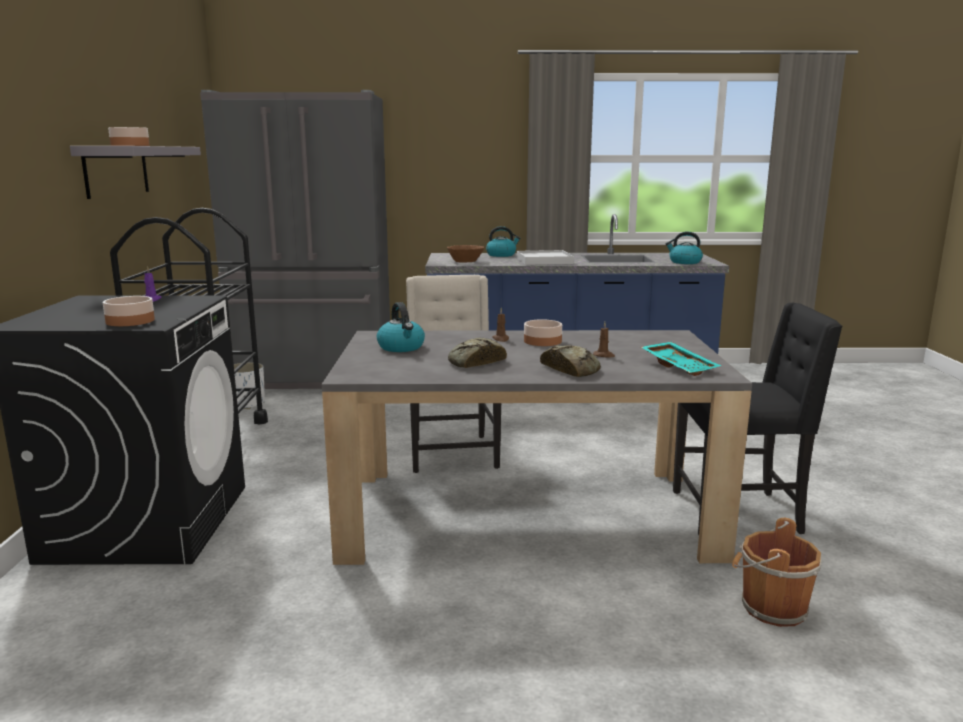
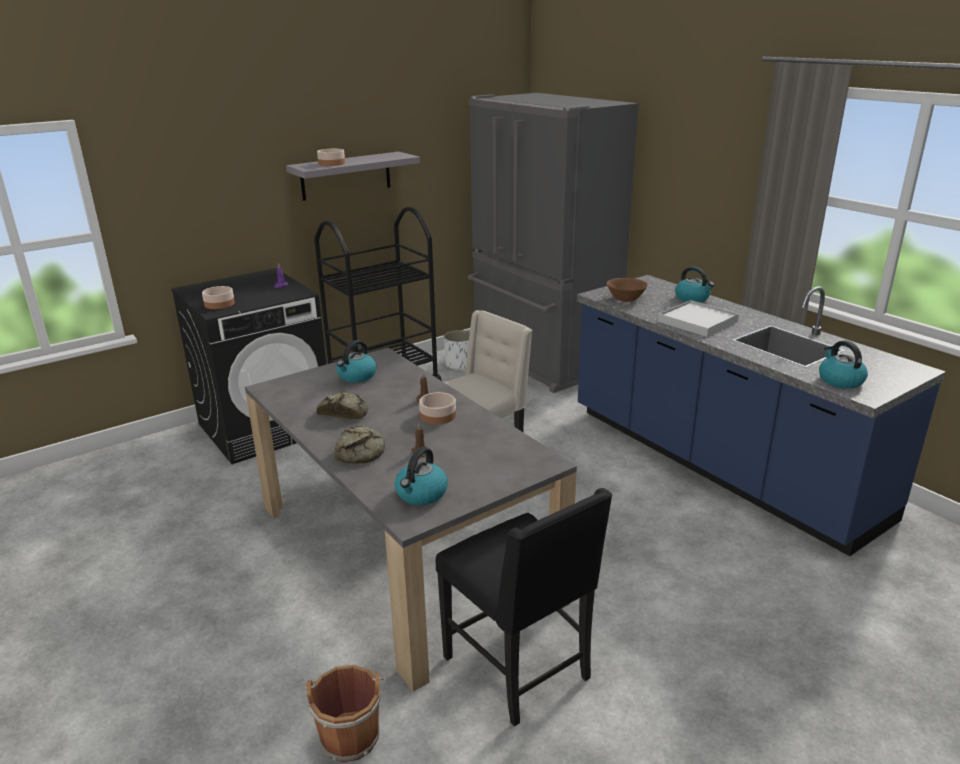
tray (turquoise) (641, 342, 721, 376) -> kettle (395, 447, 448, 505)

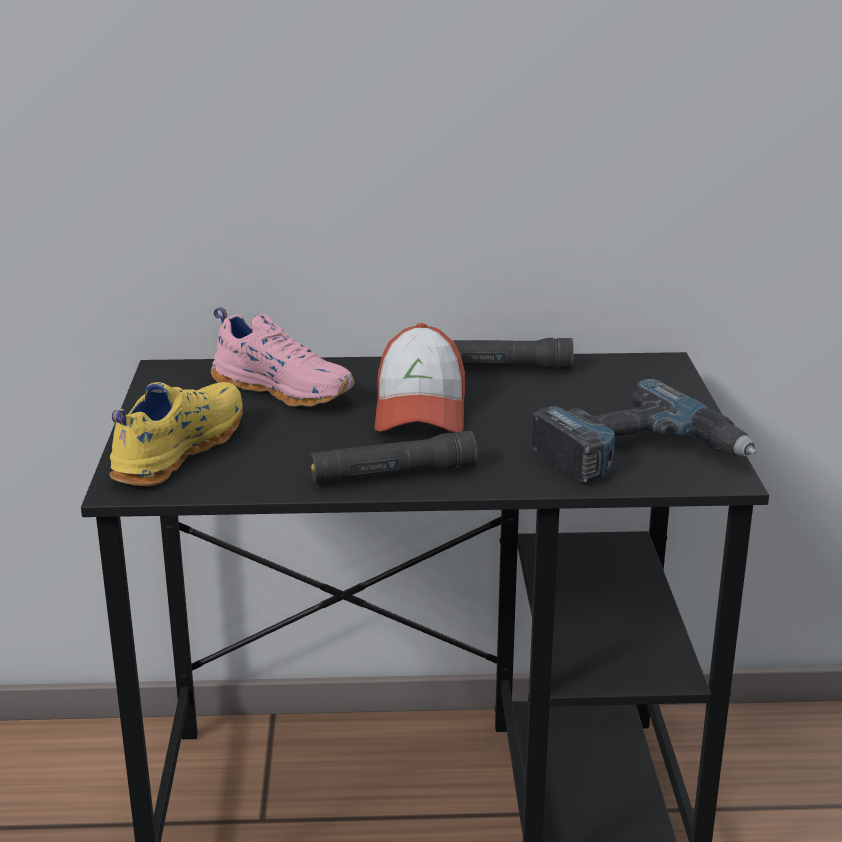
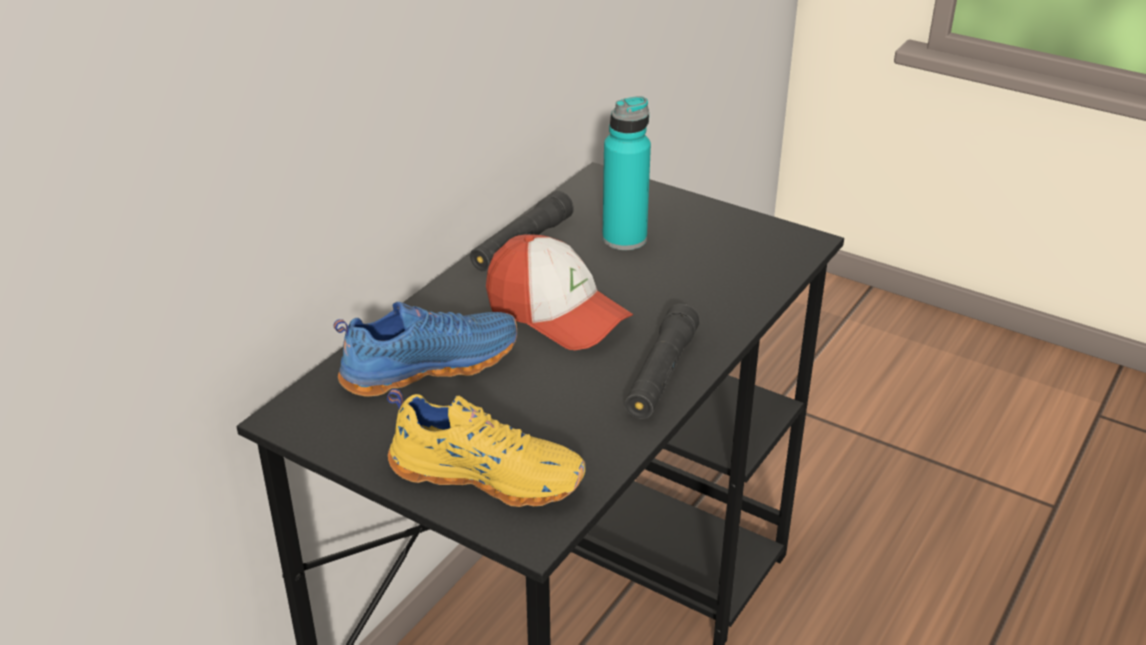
shoe (pink) (211, 307, 354, 407) -> shoe (blue) (334, 302, 517, 397)
shoe (yellow) (109, 382, 243, 486) -> shoe (yellow) (387, 389, 585, 507), 135 degrees clockwise
none -> bottle (turquoise) (602, 96, 651, 250)
power drill (532, 379, 756, 483) -> none

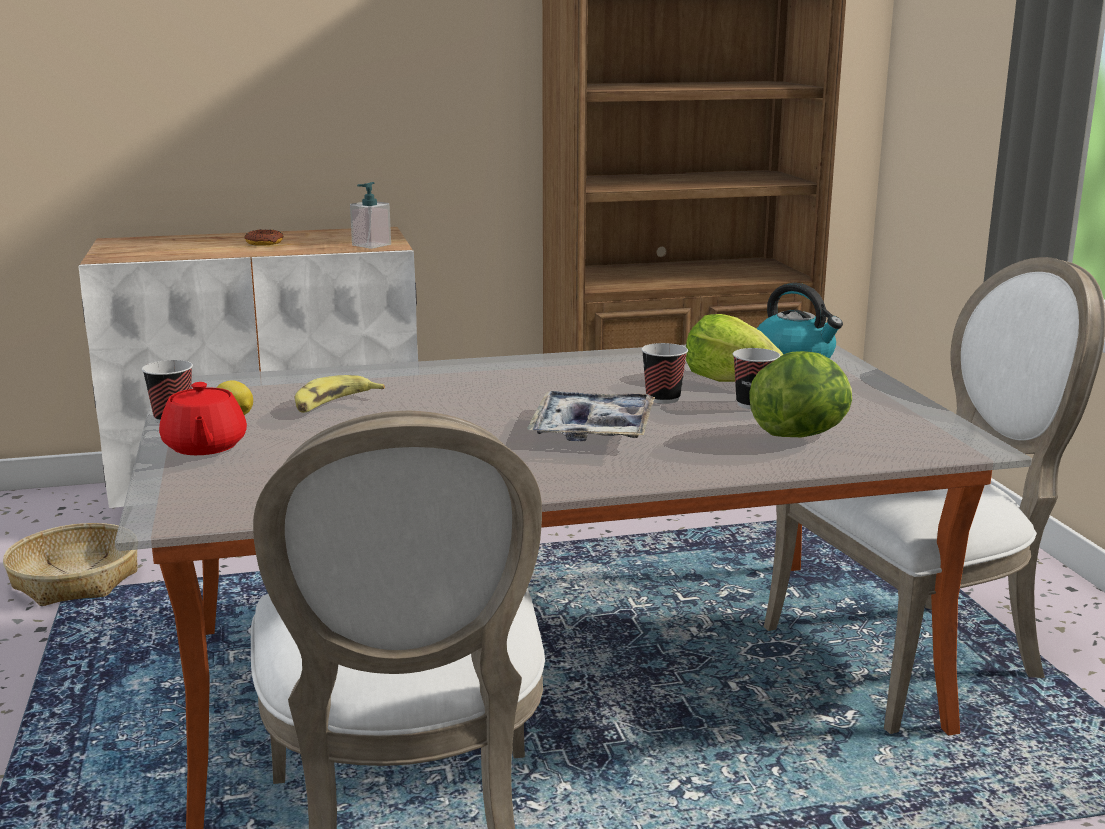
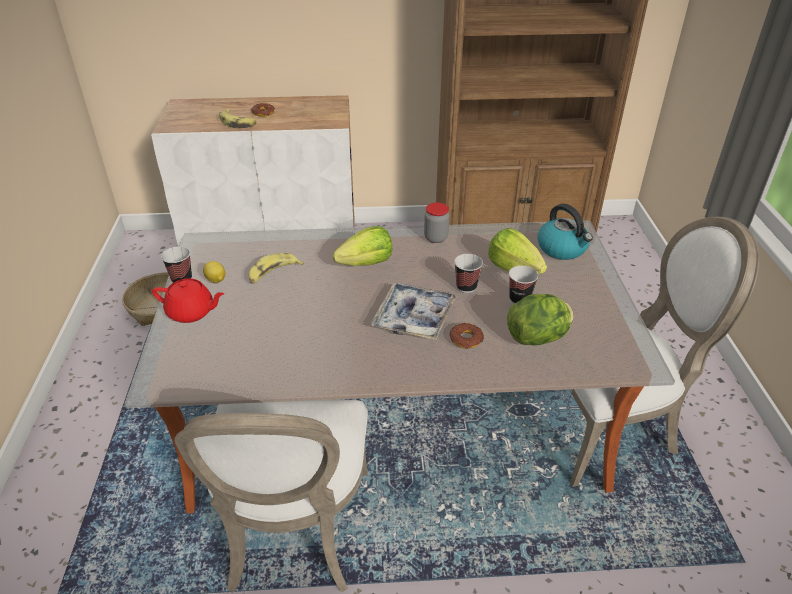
teapot (red) (159, 382, 247, 455) -> teapot (red) (152, 278, 224, 323), 75 degrees counterclockwise
none -> banana (219, 108, 257, 128)
none -> lettuce (333, 226, 392, 266)
none -> jar (424, 202, 450, 243)
none -> donut (450, 323, 484, 349)
soap dispenser (350, 182, 391, 249) -> none

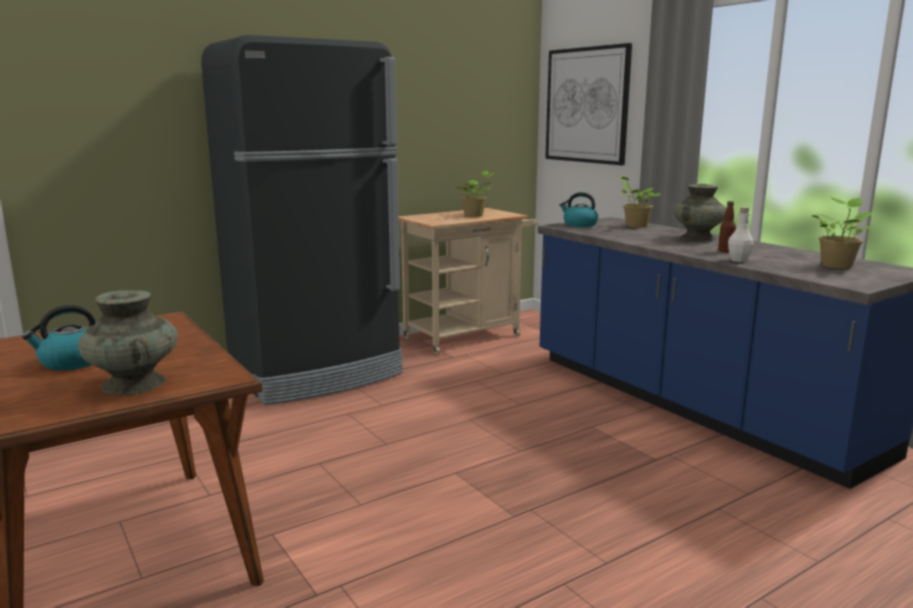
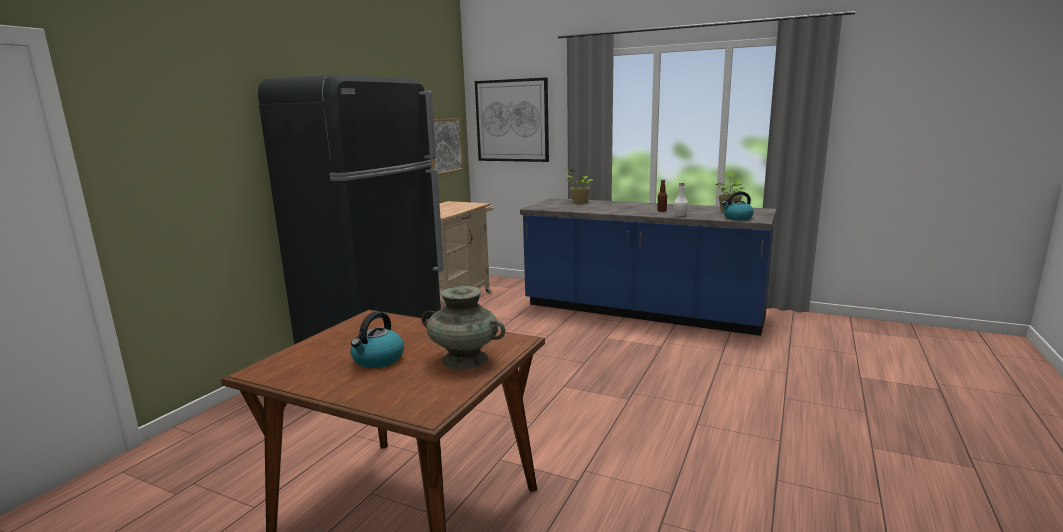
none -> picture (431, 118, 464, 175)
kettle (560, 192, 598, 227) -> kettle (721, 191, 754, 220), move
potted plant (456, 171, 495, 217) -> none
vase (turquoise) (673, 183, 727, 241) -> none

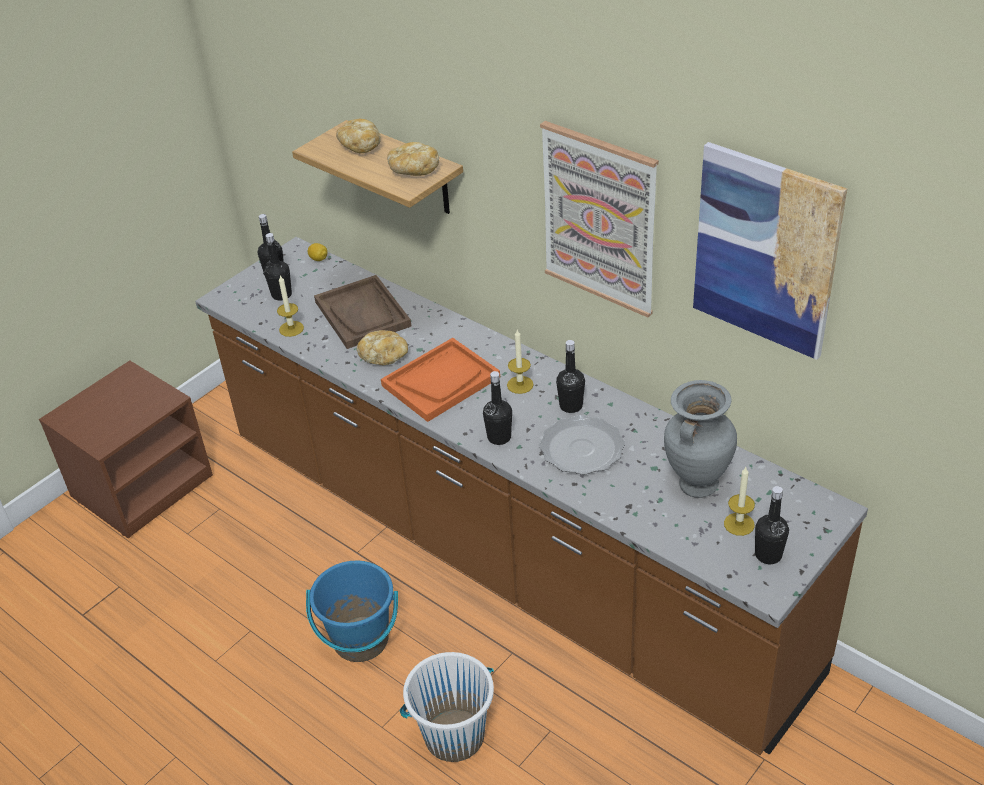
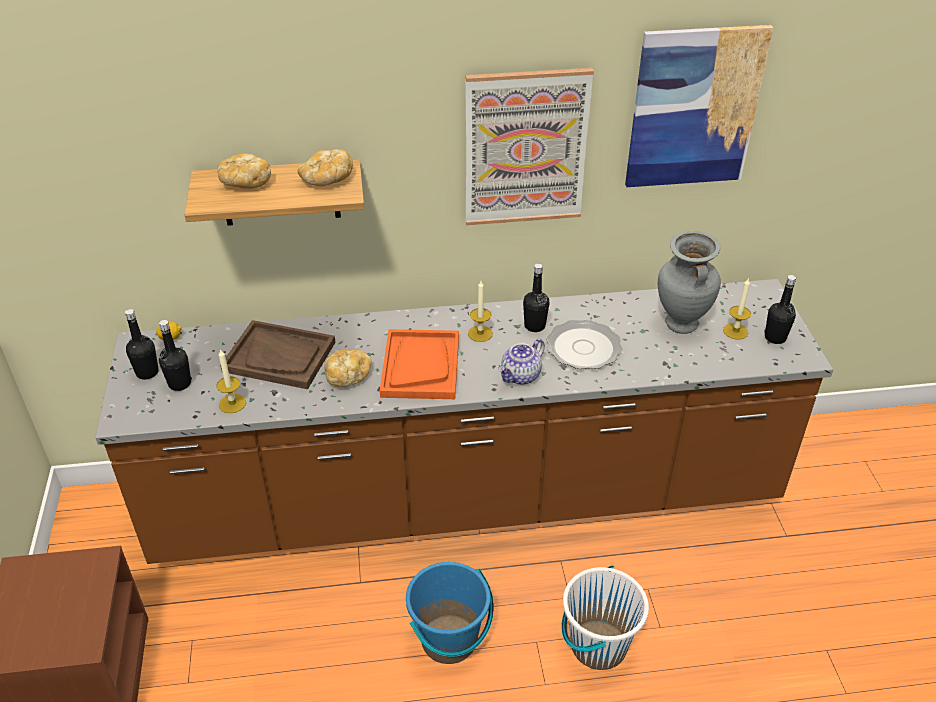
bottle (black) (483, 371, 512, 445) -> teapot (498, 339, 545, 385)

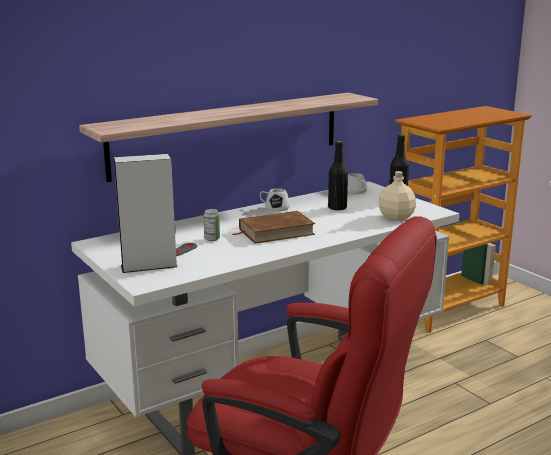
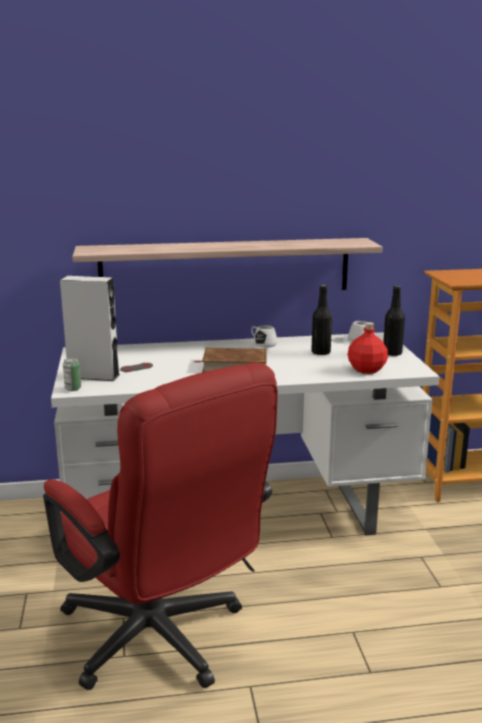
can (203, 209, 220, 241) -> can (63, 358, 81, 391), move
bottle (beige) (378, 171, 416, 221) -> bottle (red) (348, 322, 388, 374)

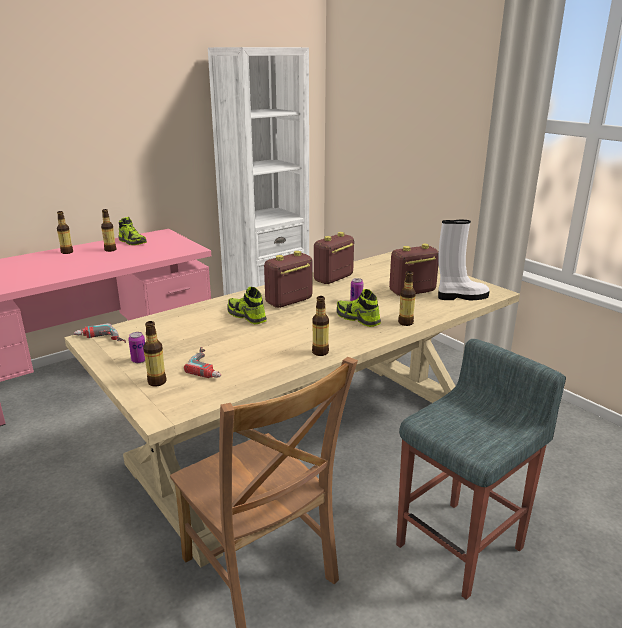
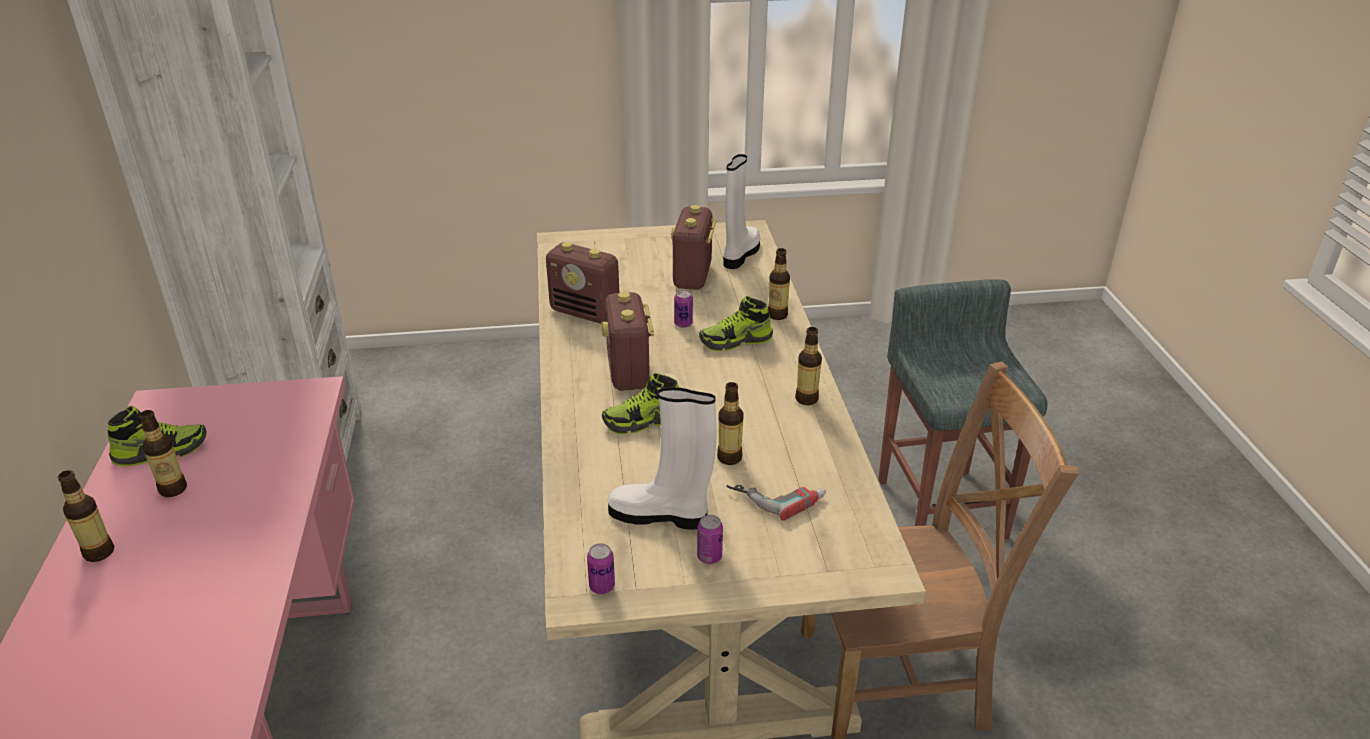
radio (314, 232, 354, 284) -> radio (546, 242, 619, 324), 45 degrees counterclockwise
power drill (74, 323, 126, 343) -> can (587, 544, 615, 594)
none -> boot (white) (608, 387, 716, 530)
bottle (143, 321, 167, 386) -> bottle (717, 382, 744, 465), move

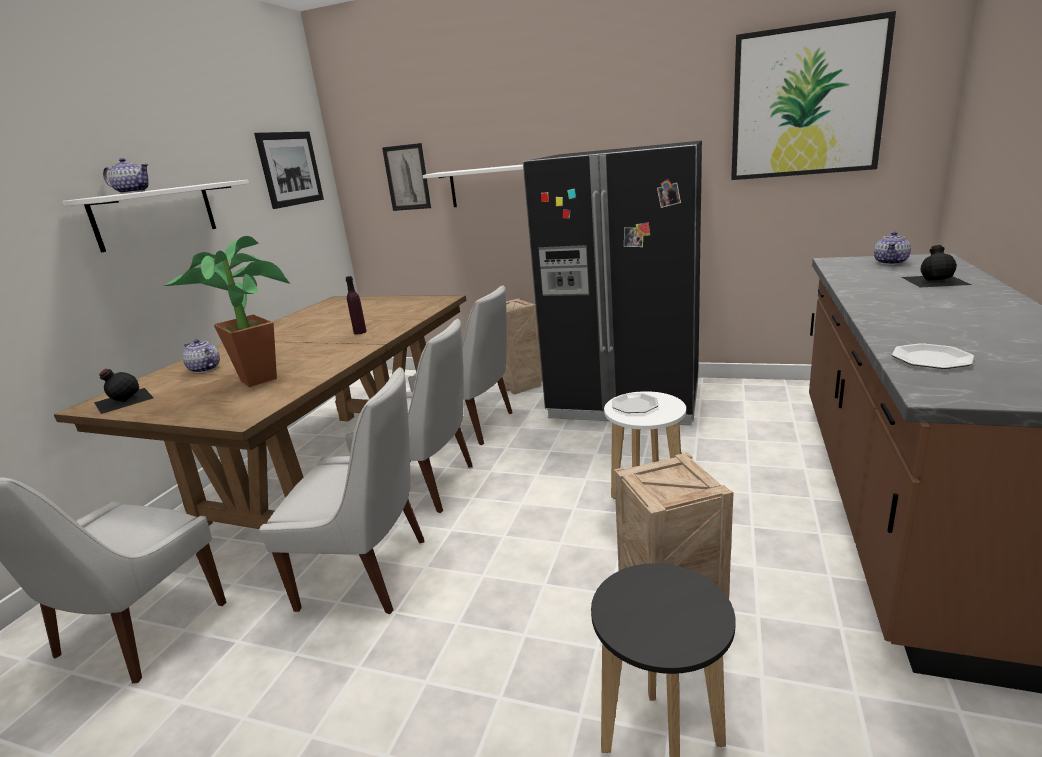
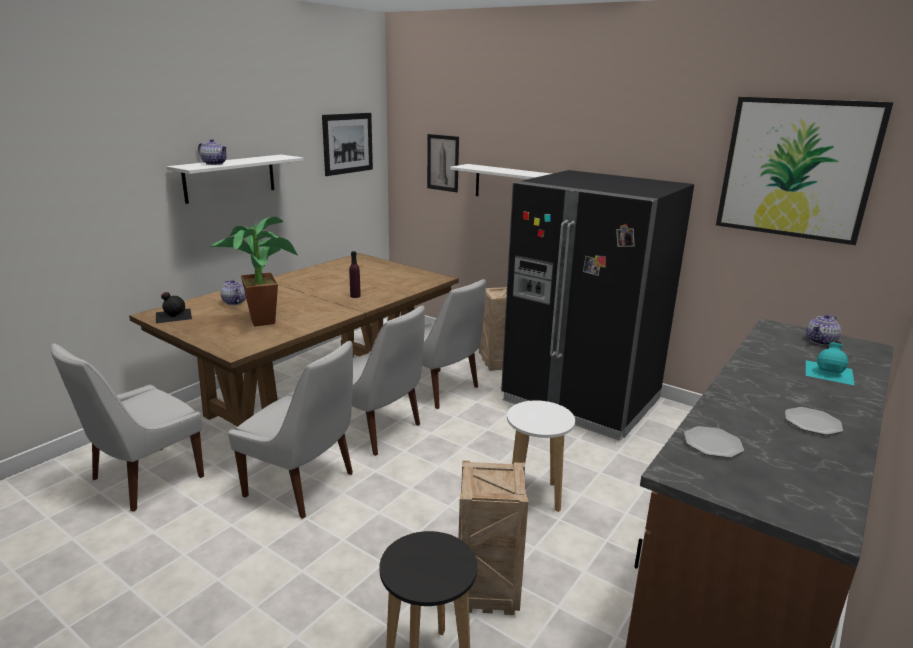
plate (612, 393, 659, 413) -> plate (785, 407, 843, 435), move
bottle (black) (901, 245, 971, 287) -> bottle (turquoise) (806, 341, 855, 385)

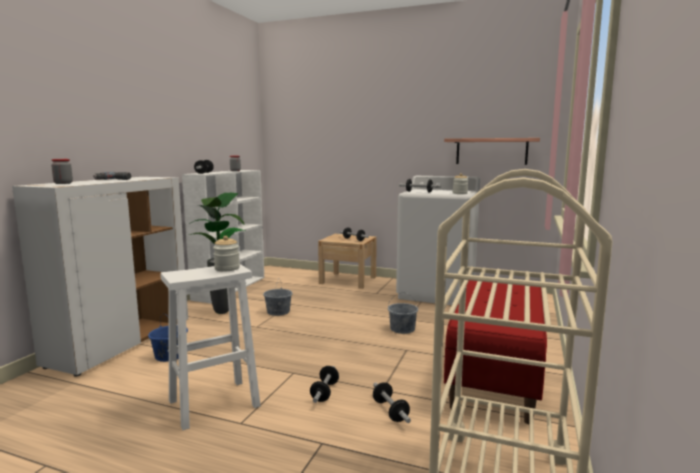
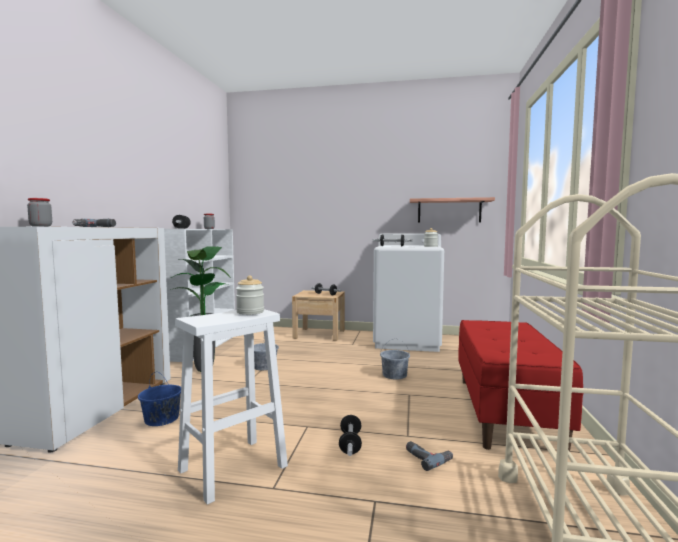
dumbbell (373, 382, 411, 423) -> power drill (406, 441, 453, 471)

